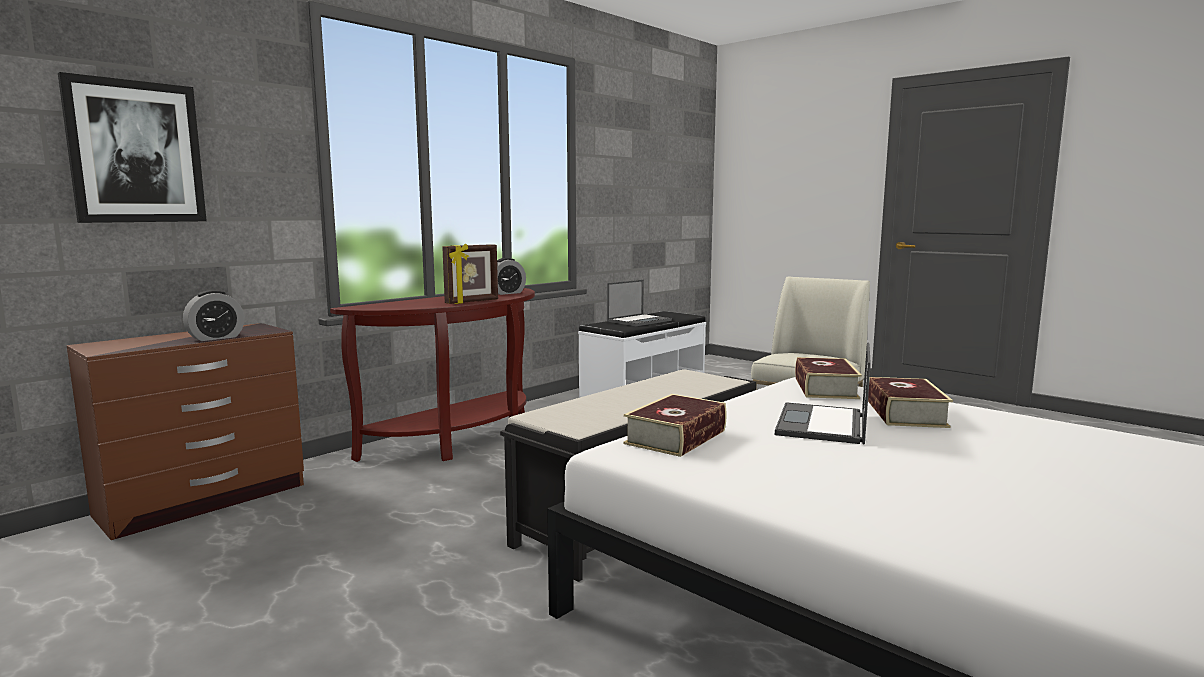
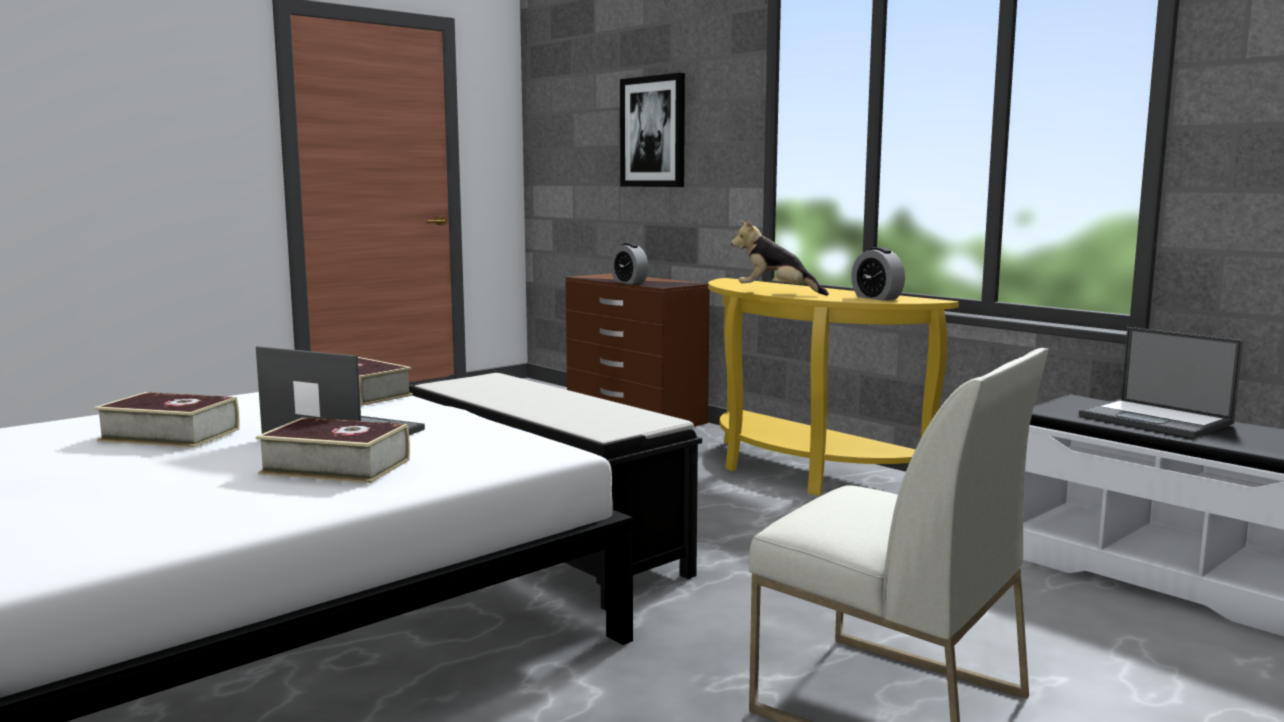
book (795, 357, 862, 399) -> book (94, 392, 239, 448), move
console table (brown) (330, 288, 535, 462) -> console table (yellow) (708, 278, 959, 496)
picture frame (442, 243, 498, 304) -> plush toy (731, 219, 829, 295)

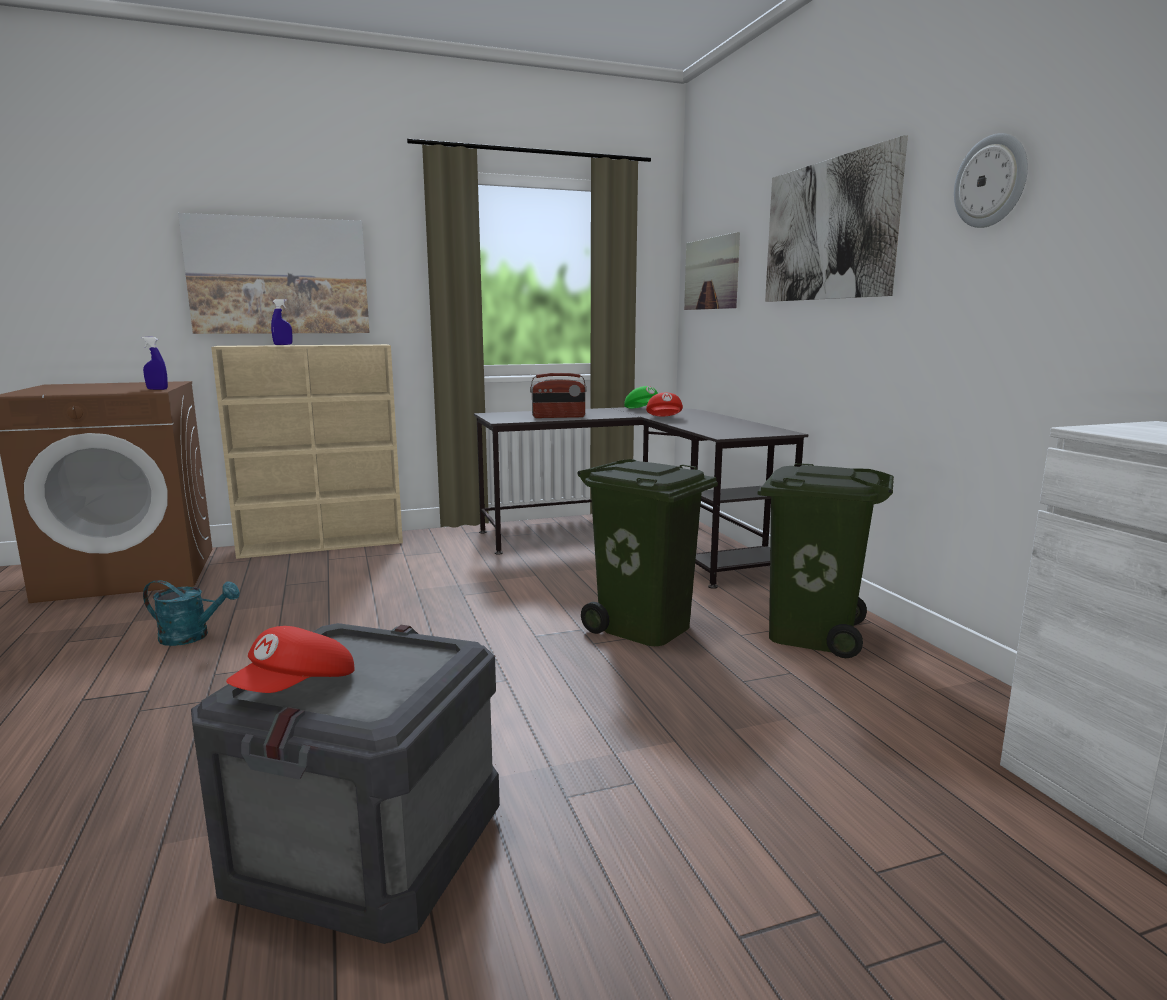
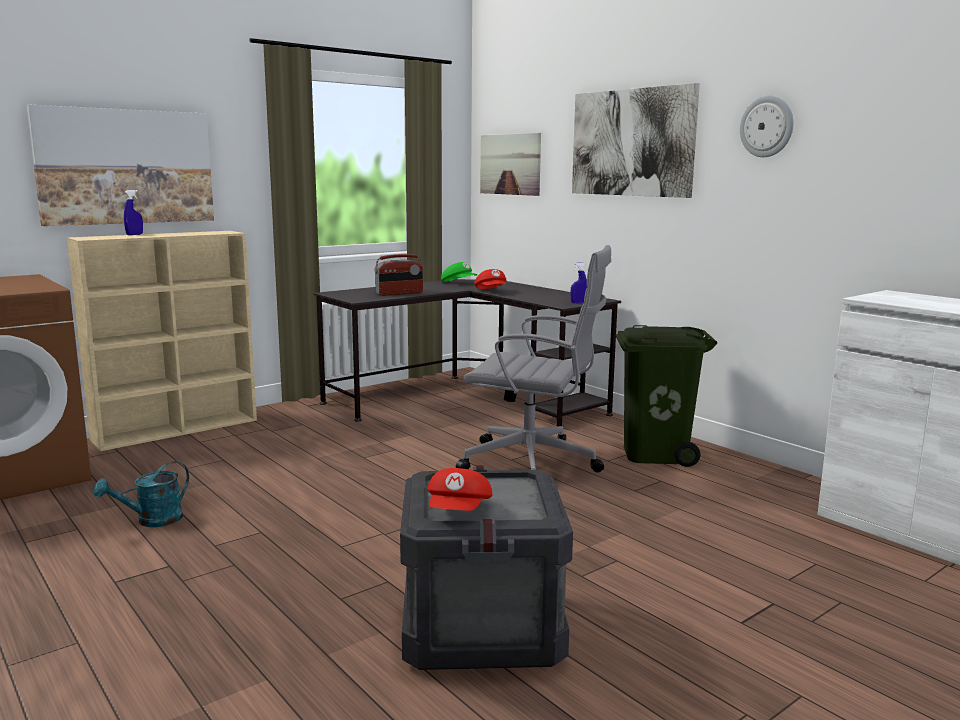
watering can (turquoise) (143, 580, 240, 646) -> watering can (turquoise) (94, 461, 189, 527), 150 degrees clockwise
trash can (green) (578, 459, 718, 646) -> office chair (grey) (456, 245, 611, 472)
spray bottle (blue) (142, 337, 168, 390) -> spray bottle (blue) (570, 262, 587, 303), move

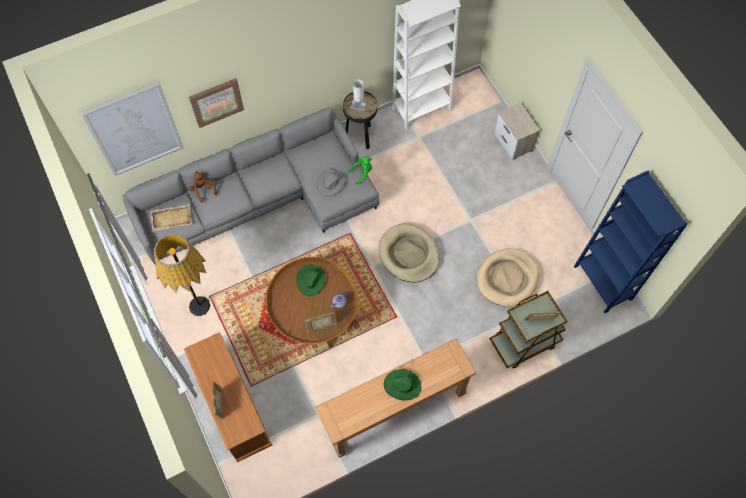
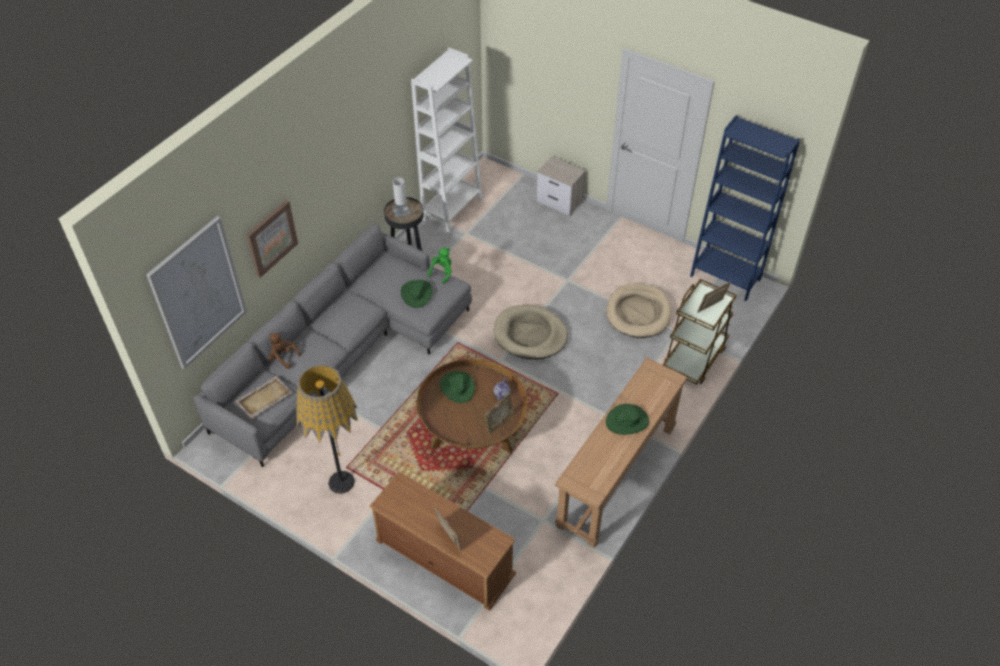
hat (grey) (316, 169, 345, 197) -> hat (green) (401, 280, 433, 308)

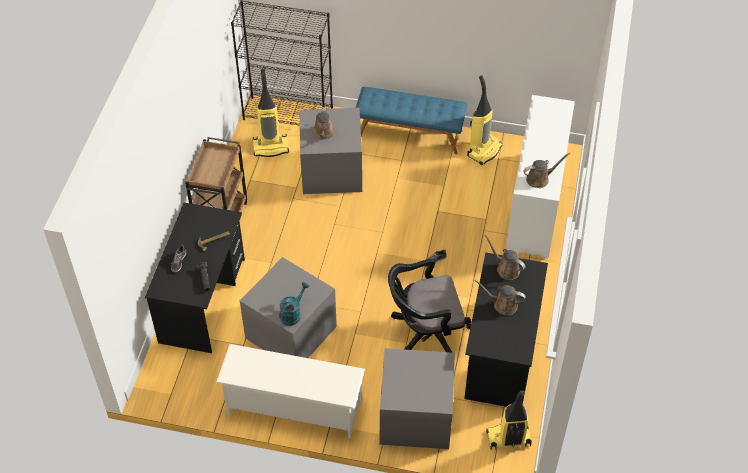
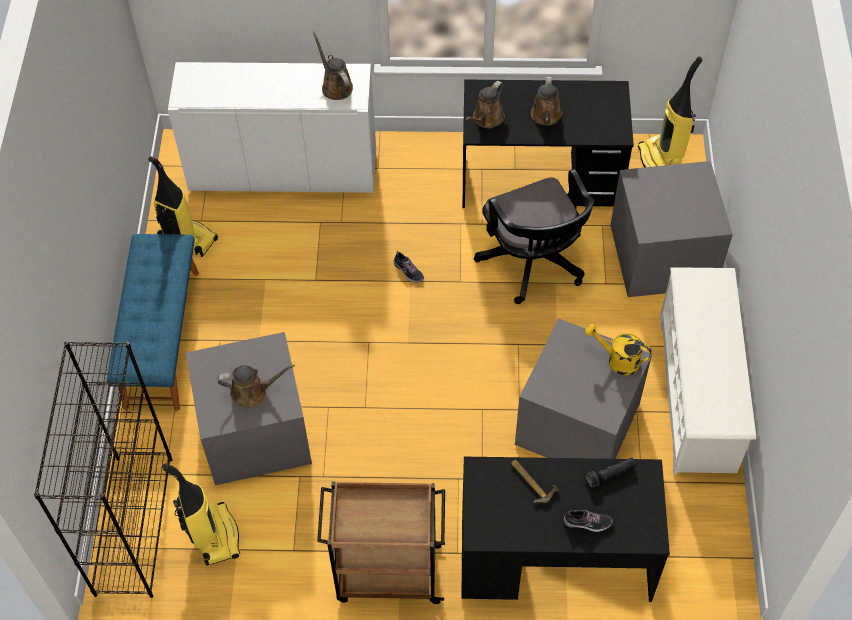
watering can (turquoise) (279, 282, 310, 326) -> watering can (yellow) (585, 324, 652, 375)

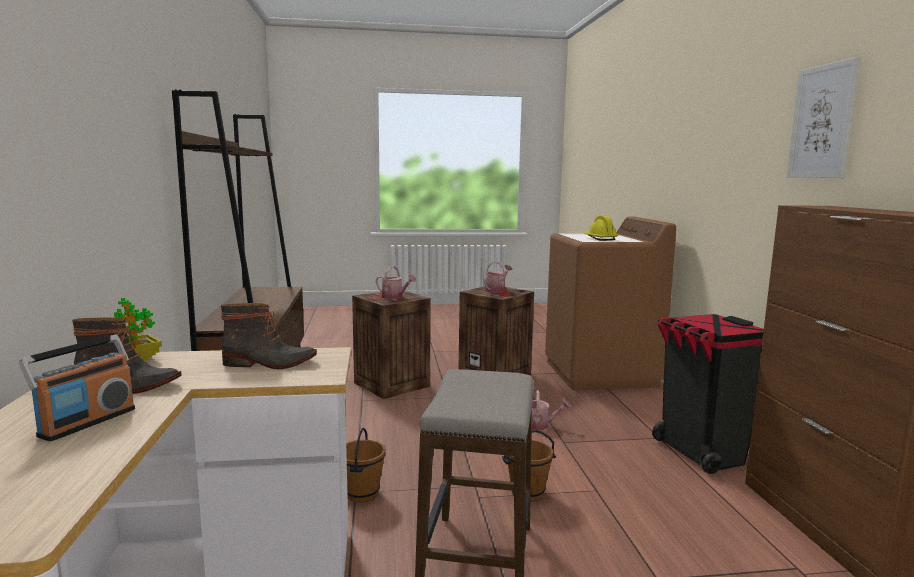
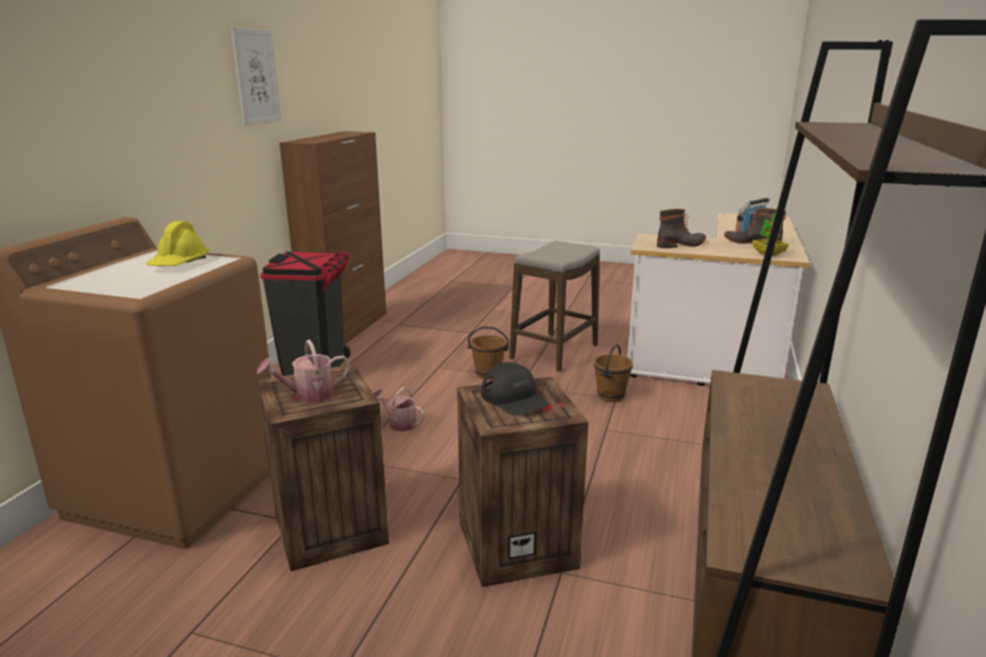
watering can (376, 266, 417, 299) -> cap (black) (481, 362, 550, 415)
boot (221, 303, 317, 369) -> boot (657, 209, 706, 248), 135 degrees clockwise

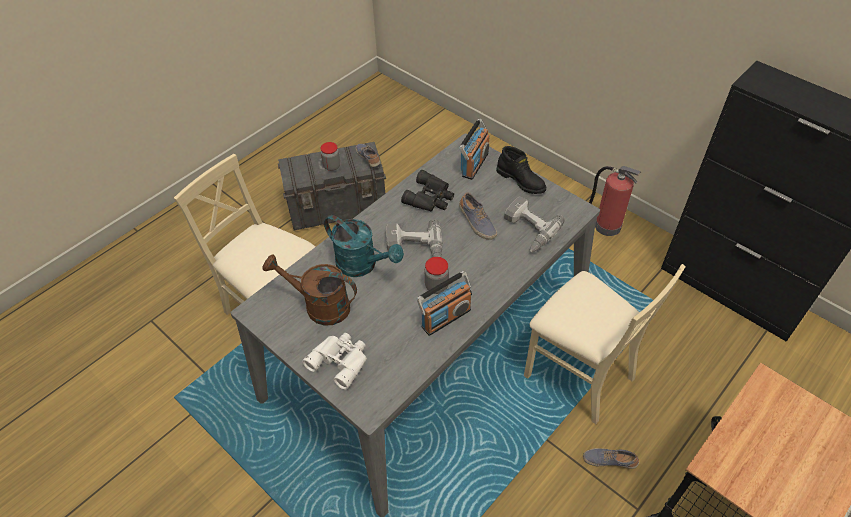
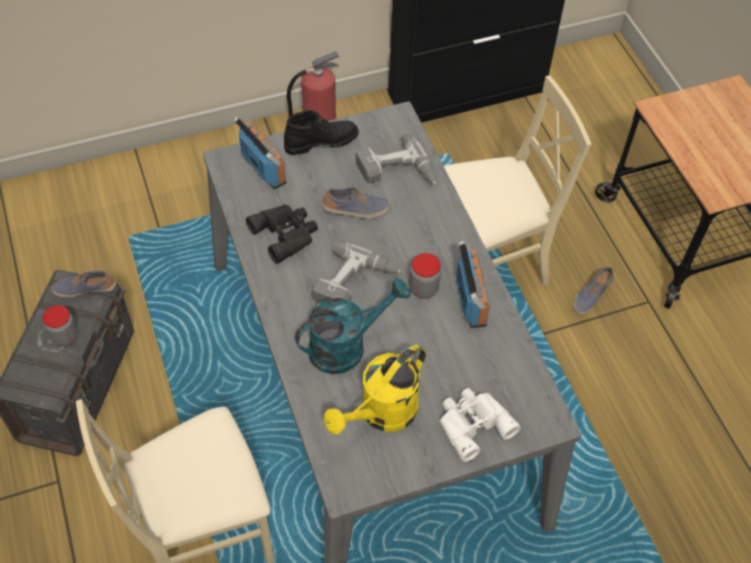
watering can (brown) (263, 254, 357, 326) -> watering can (yellow) (324, 345, 426, 434)

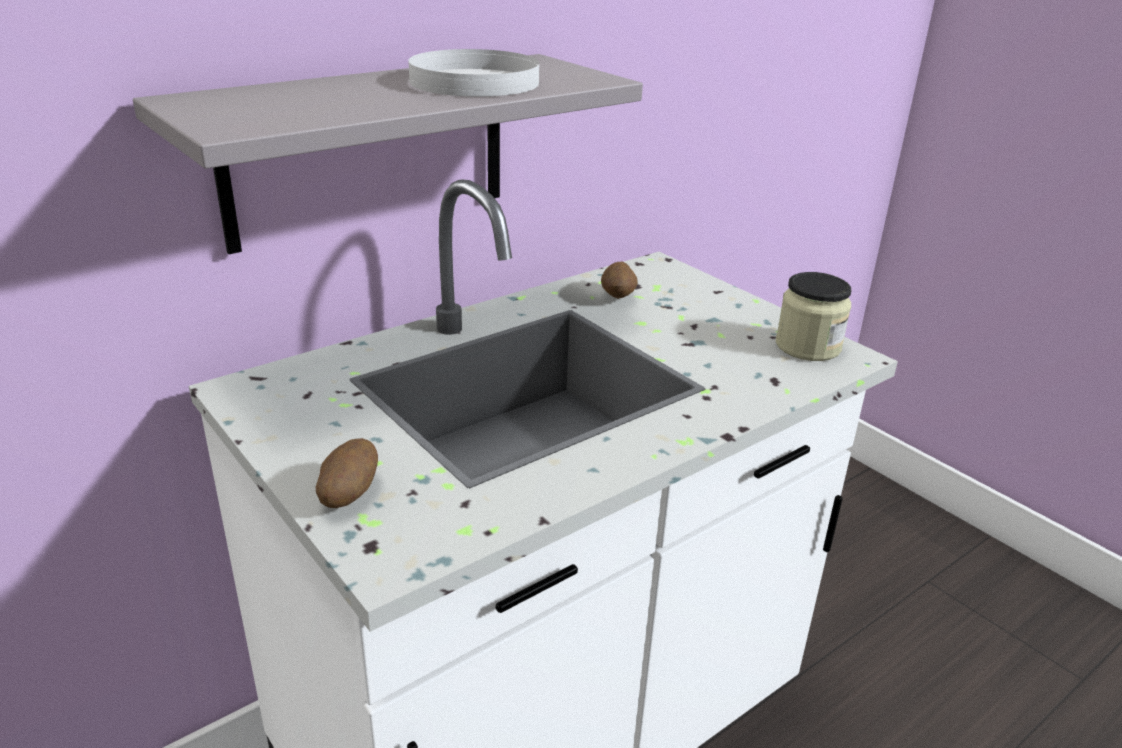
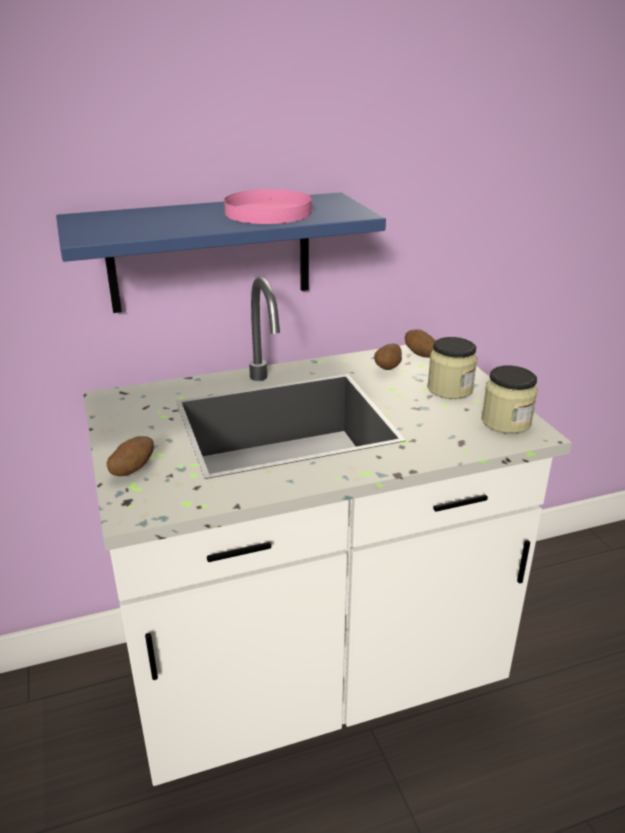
shelf (grey) (133, 54, 643, 254) -> shelf (blue) (56, 192, 386, 313)
plate (white) (408, 49, 539, 97) -> plate (pink) (224, 189, 312, 224)
none -> potato (405, 329, 435, 358)
none -> jar (427, 337, 477, 399)

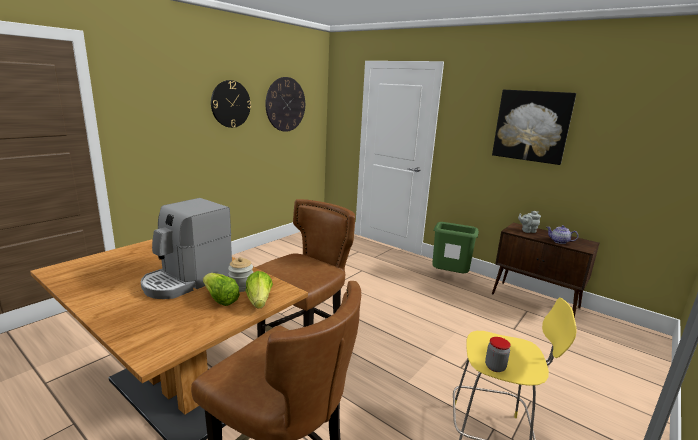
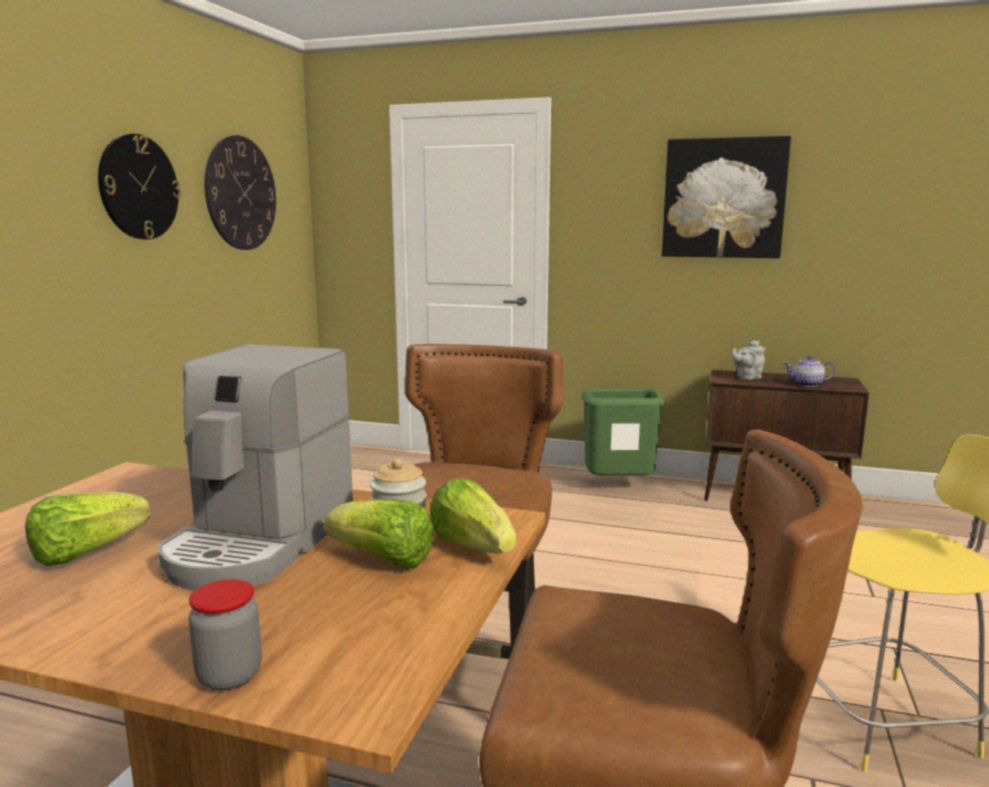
none -> lettuce (25, 492, 151, 566)
jar (485, 337, 511, 372) -> jar (188, 579, 262, 691), move

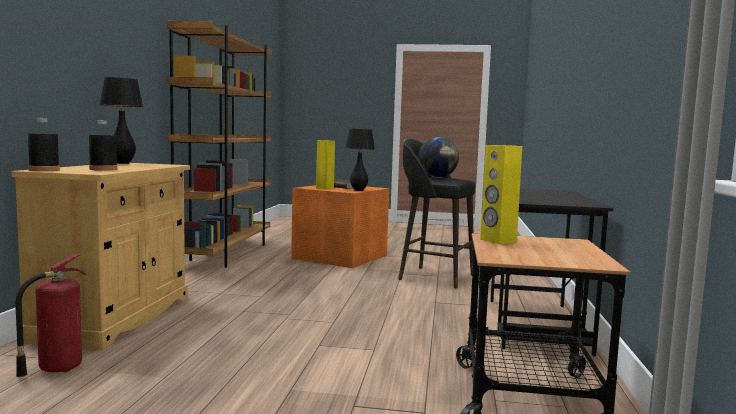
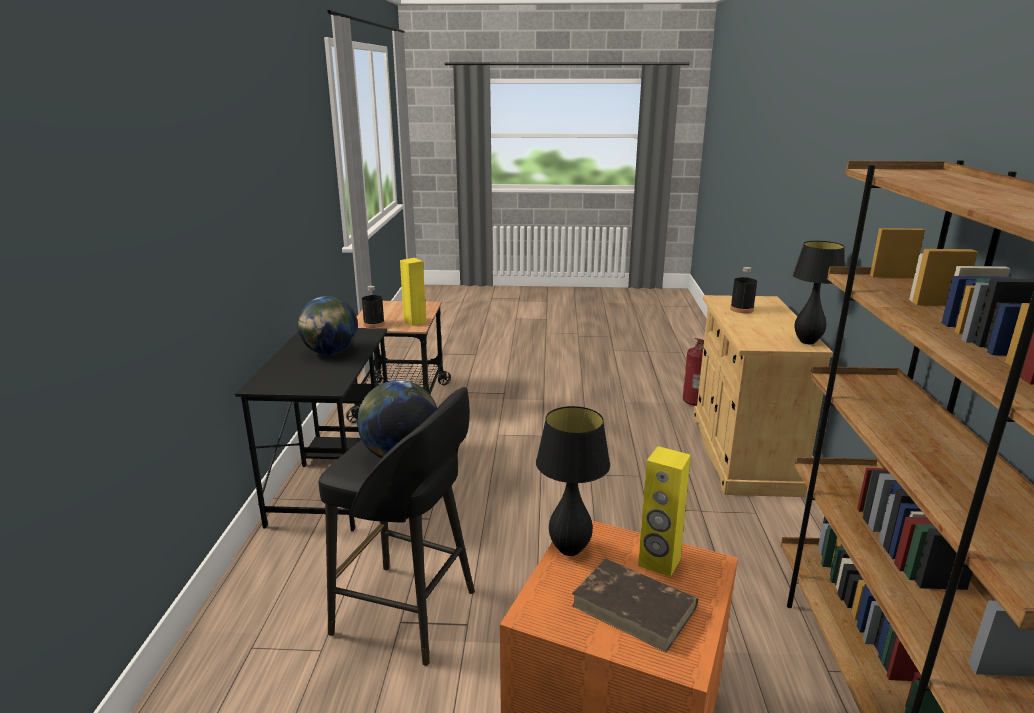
none -> globe (297, 296, 358, 355)
bottle (black) (28, 118, 60, 171) -> bottle (black) (362, 285, 385, 328), move

